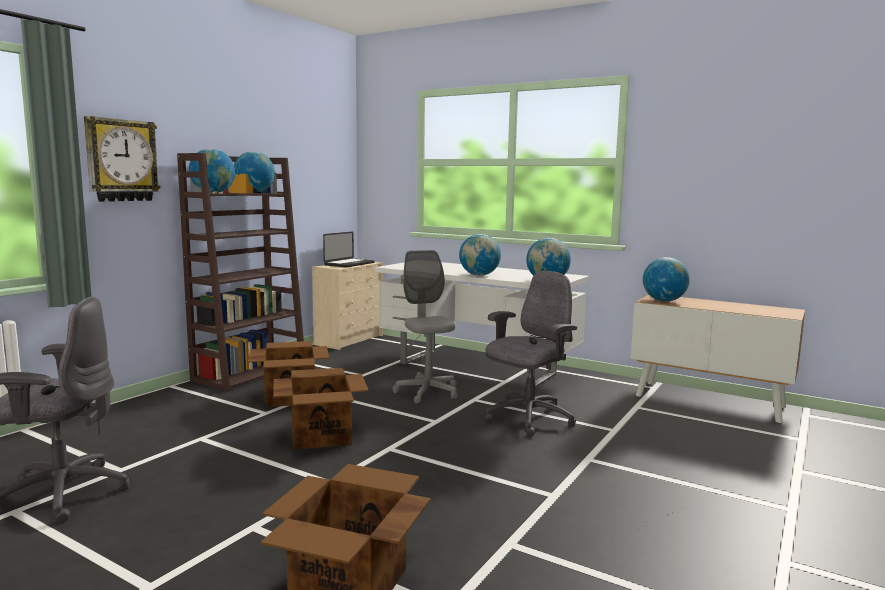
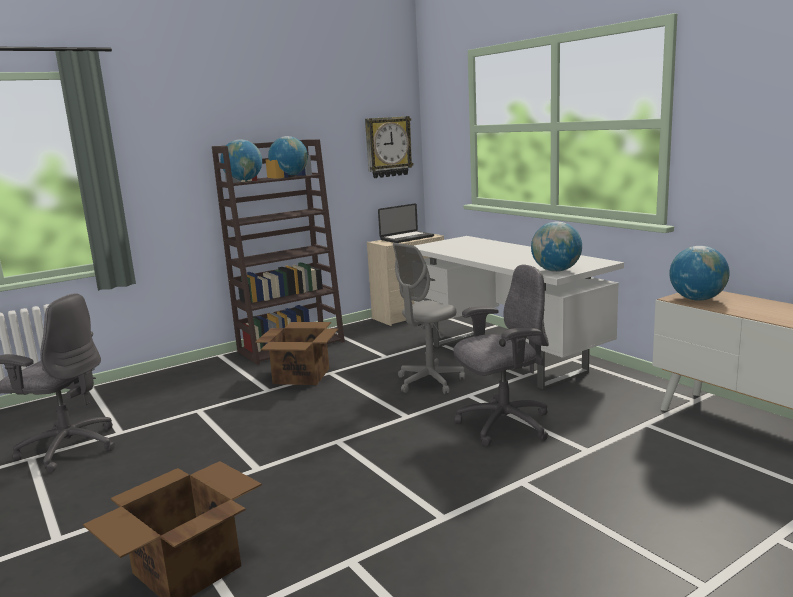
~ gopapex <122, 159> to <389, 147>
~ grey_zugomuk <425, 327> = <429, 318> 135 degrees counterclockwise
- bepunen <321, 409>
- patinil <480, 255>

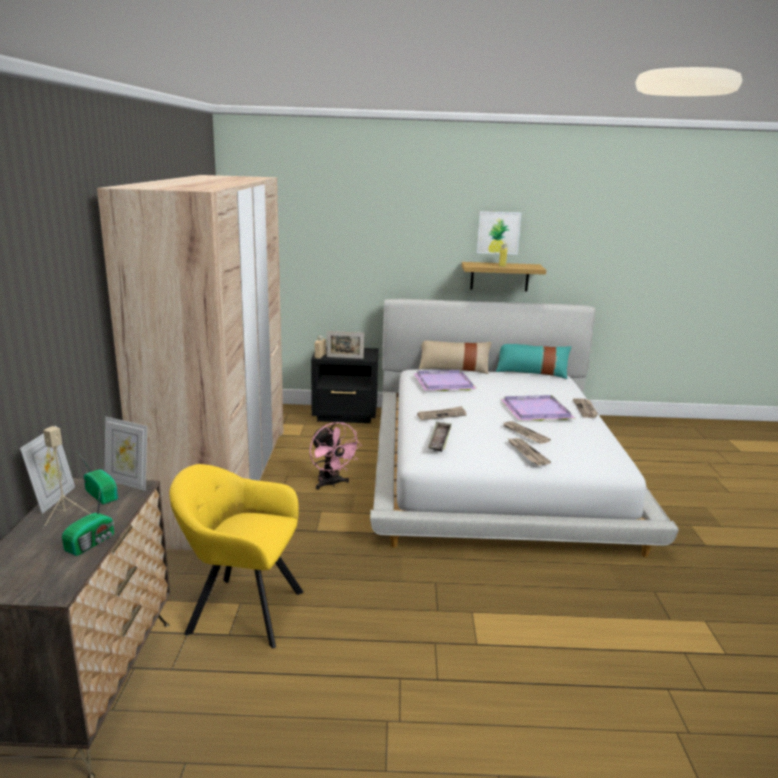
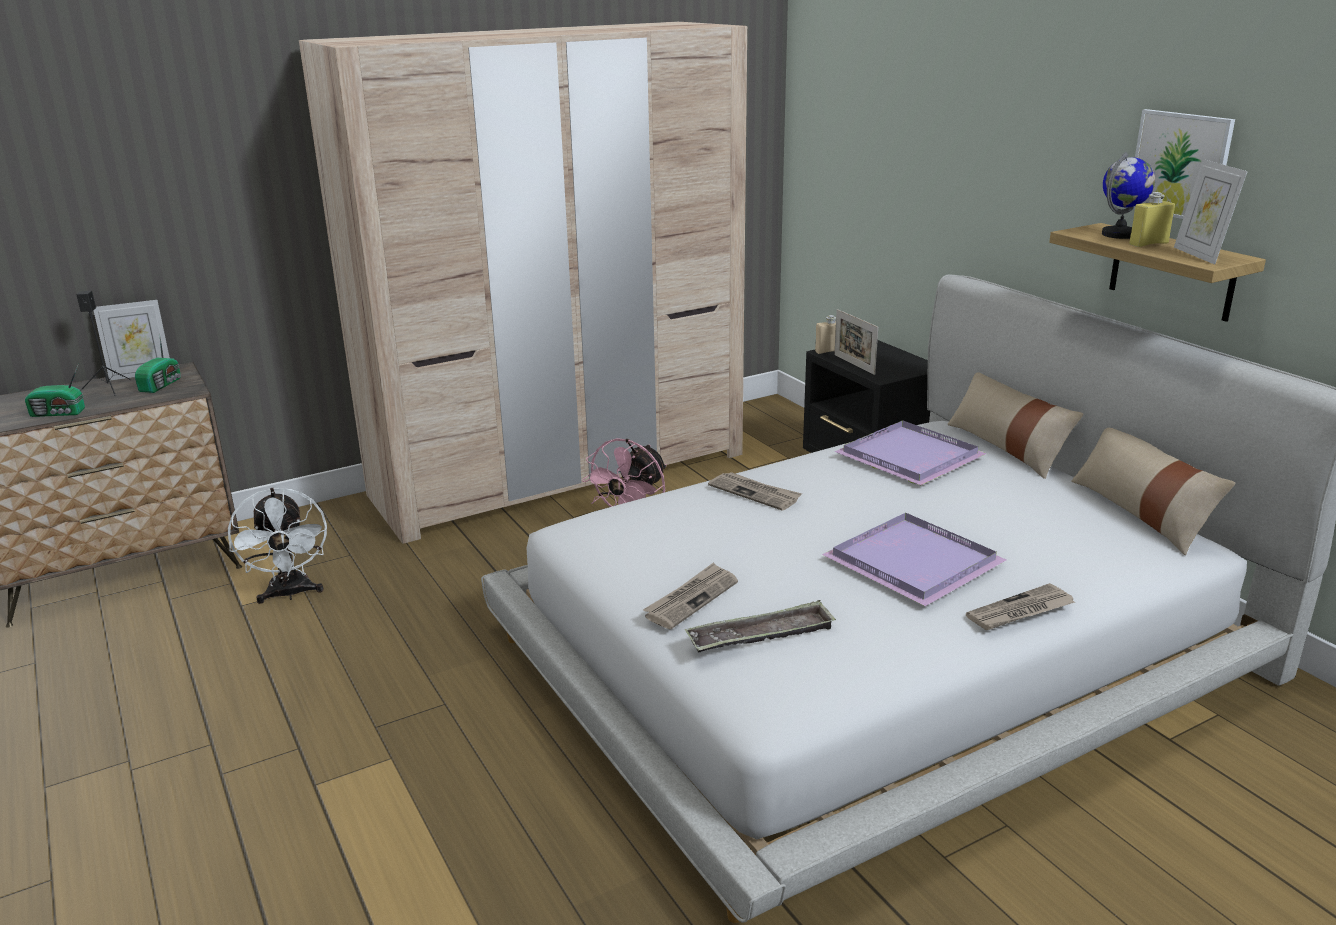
~ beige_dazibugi <67, 477> to black_dazibugi <103, 343>
~ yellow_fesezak <236, 556> to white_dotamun <277, 546>
~ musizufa <440, 436> to <760, 626>
~ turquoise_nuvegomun <533, 361> to beige_nuvegomun <1153, 491>
+ patinil <1128, 195>
~ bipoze <126, 454> to <1211, 212>
- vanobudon <527, 432>

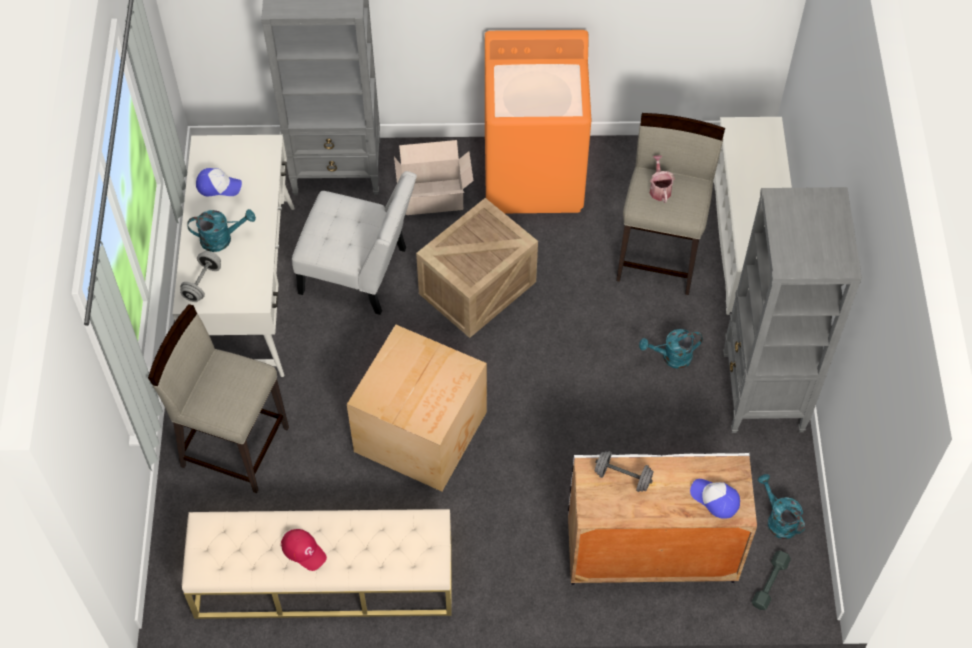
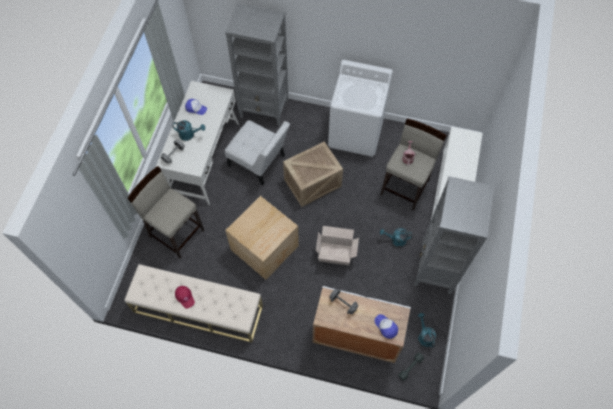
~ bepunen <433, 177> to <337, 245>
~ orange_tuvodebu <538, 121> to white_tuvodebu <360, 108>

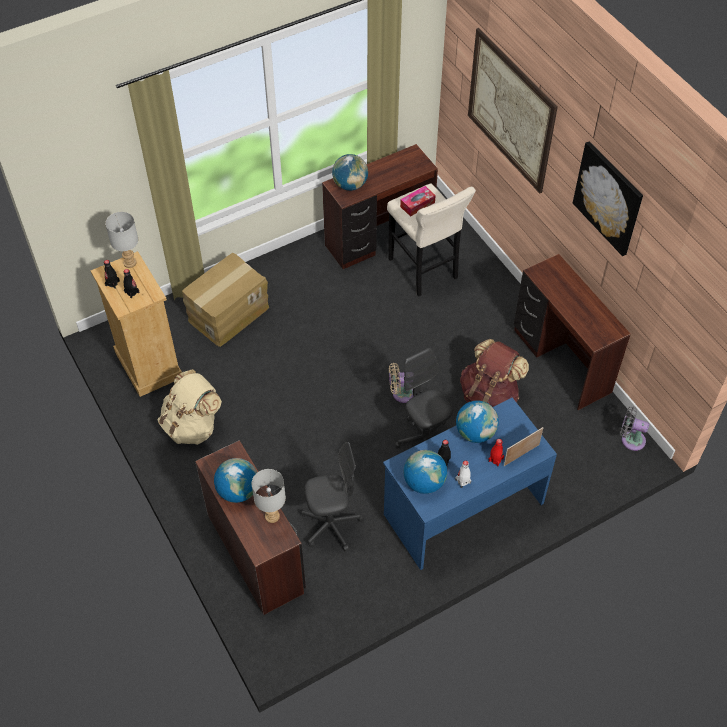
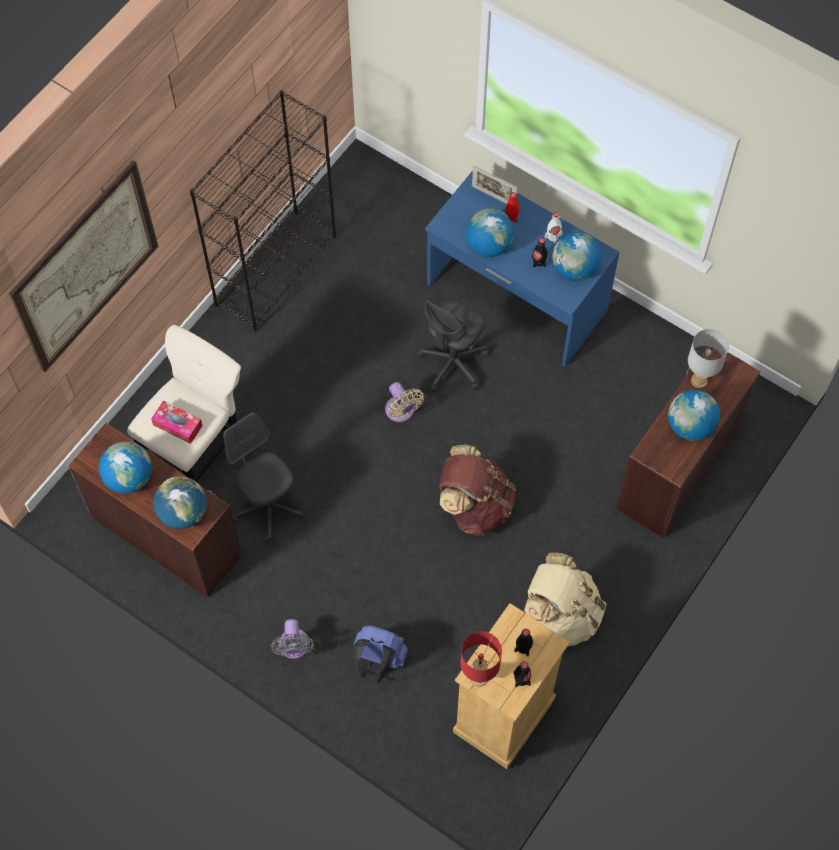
+ patinil <125, 467>
~ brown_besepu <572, 332> to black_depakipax <263, 210>
~ grey_zugomuk <332, 496> to <264, 477>
~ grey_dotamun <634, 428> to <292, 639>
~ bepunen <225, 300> to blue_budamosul <380, 654>
~ brown_budamosul <494, 373> to <477, 490>
~ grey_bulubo <122, 240> to red_bulubo <481, 659>
- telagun <608, 198>

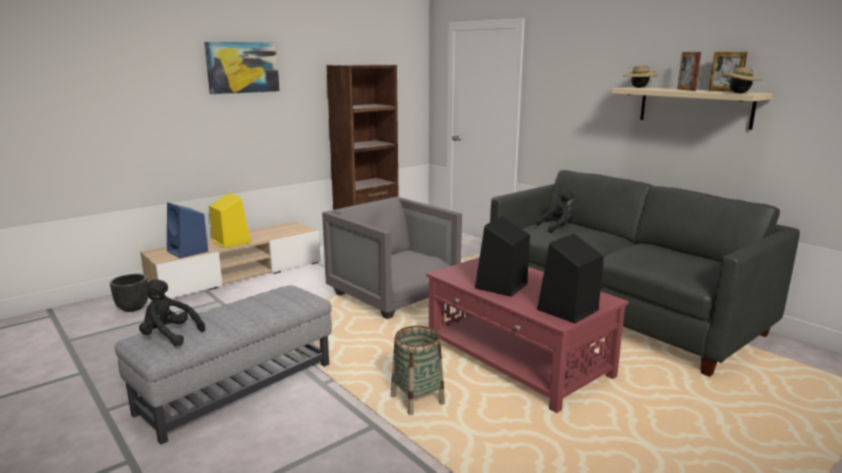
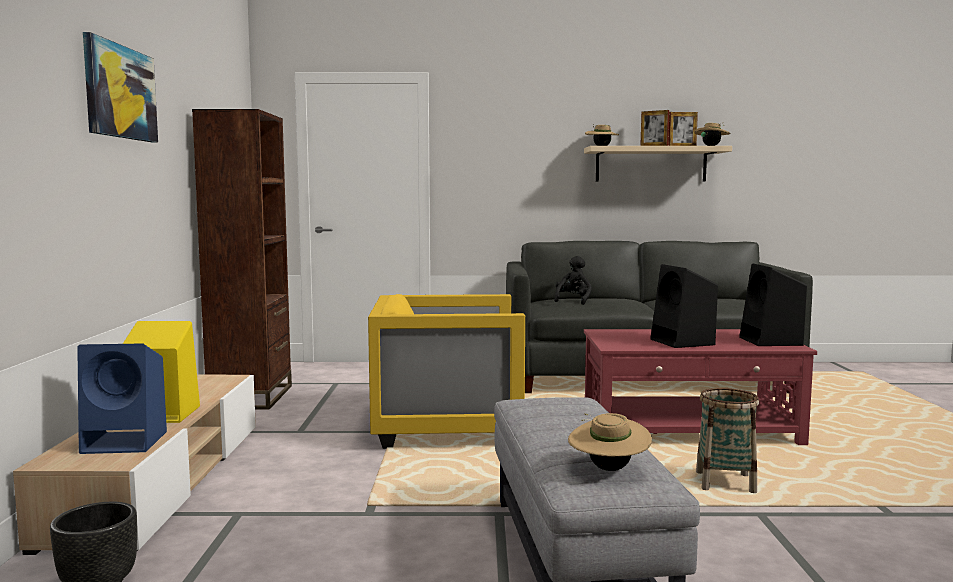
~ grey_fesezak <392, 258> to yellow_fesezak <446, 371>
~ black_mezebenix <172, 312> to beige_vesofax <610, 442>

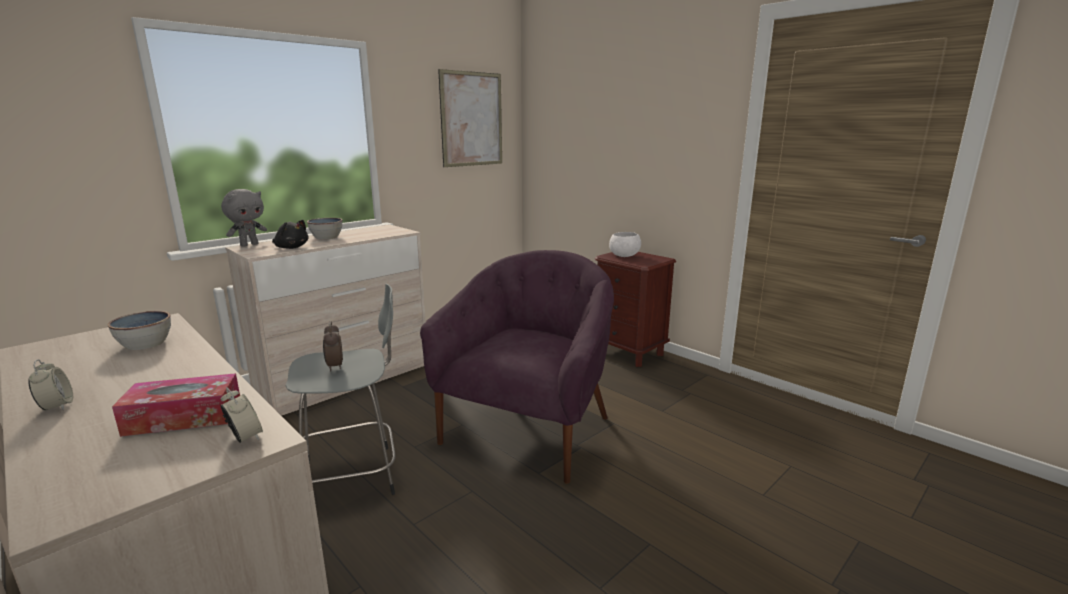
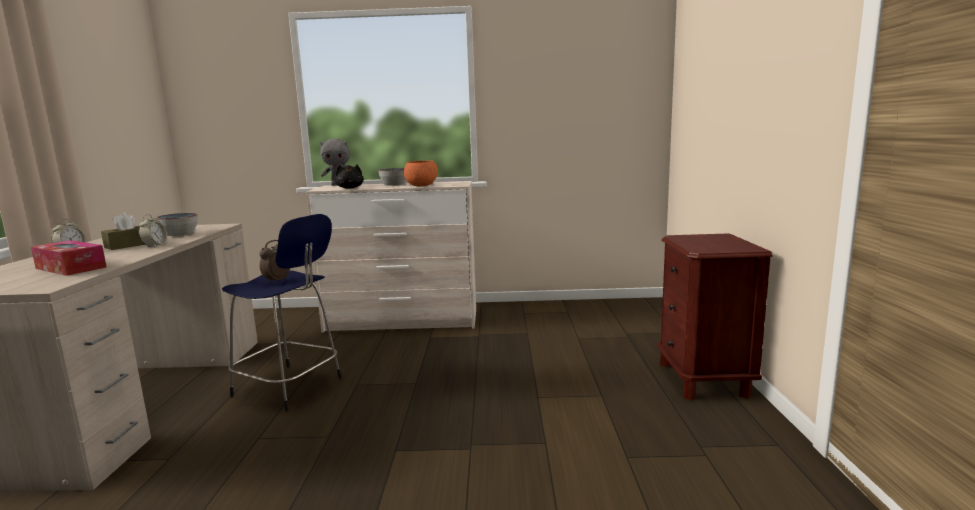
+ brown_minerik <123, 231>
~ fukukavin <241, 415> to <153, 231>
~ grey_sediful <341, 389> to blue_sediful <282, 312>
+ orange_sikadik <421, 173>
- purple_fesezak <517, 367>
- telagun <470, 118>
- white_sikadik <625, 244>

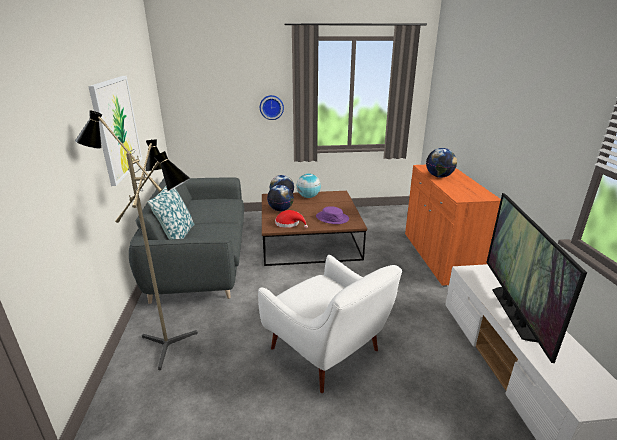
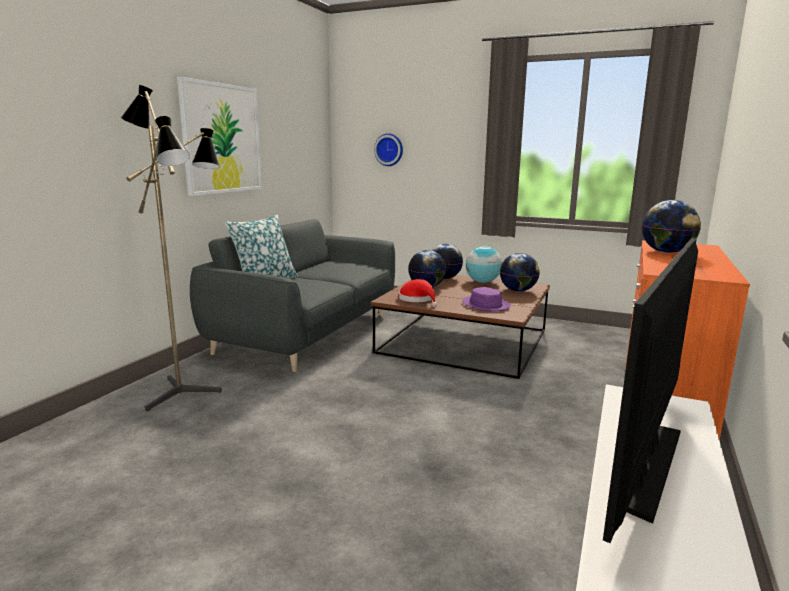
~ gopapex <272, 107> to <388, 149>
+ patinil <520, 272>
- white_fesezak <330, 324>

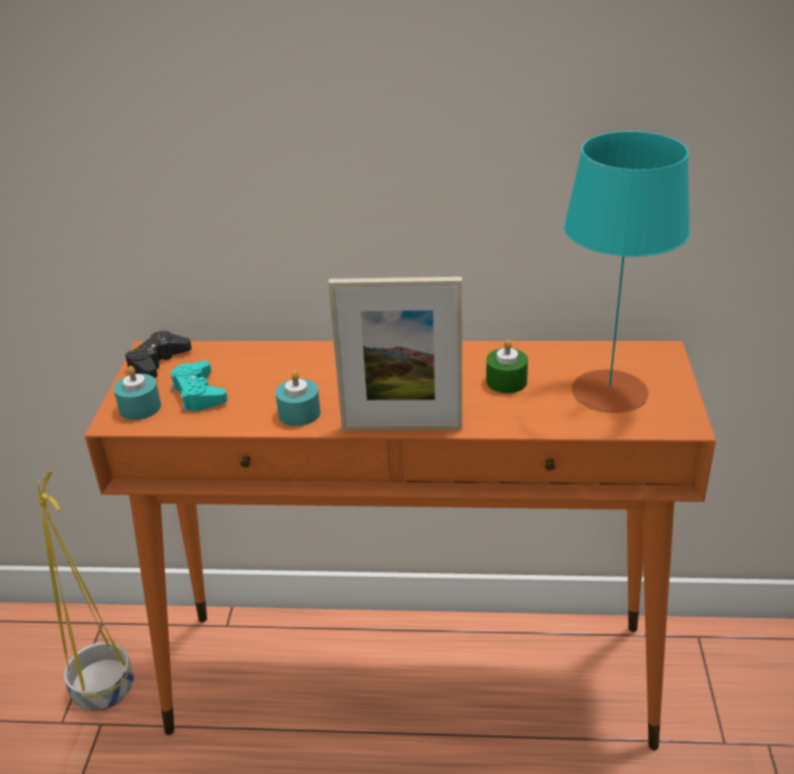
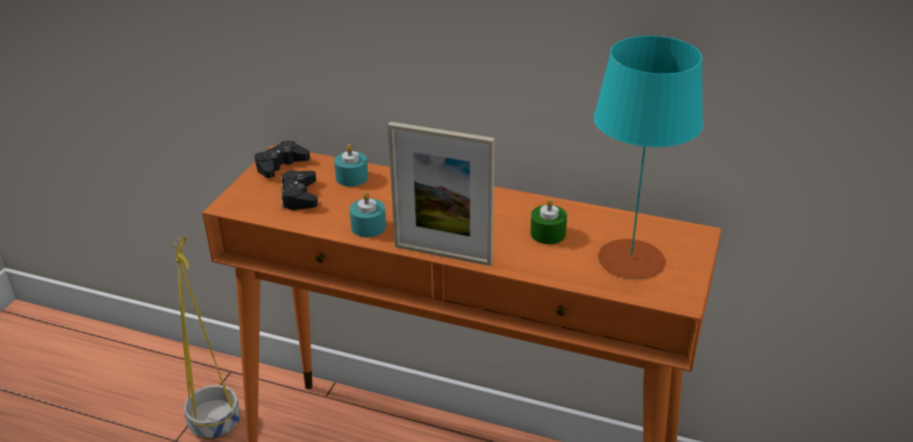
~ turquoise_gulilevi <199, 386> to black_gulilevi <299, 190>
~ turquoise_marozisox <137, 393> to <351, 165>

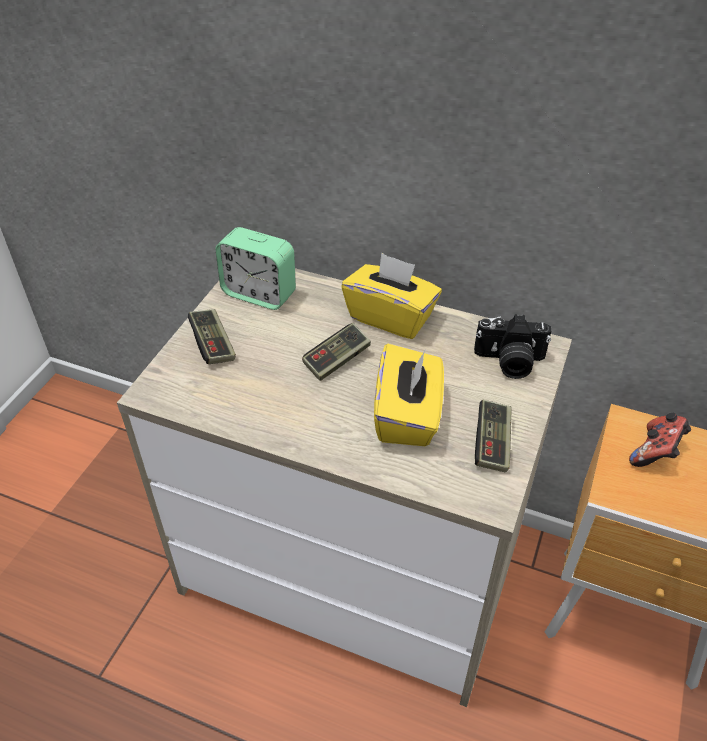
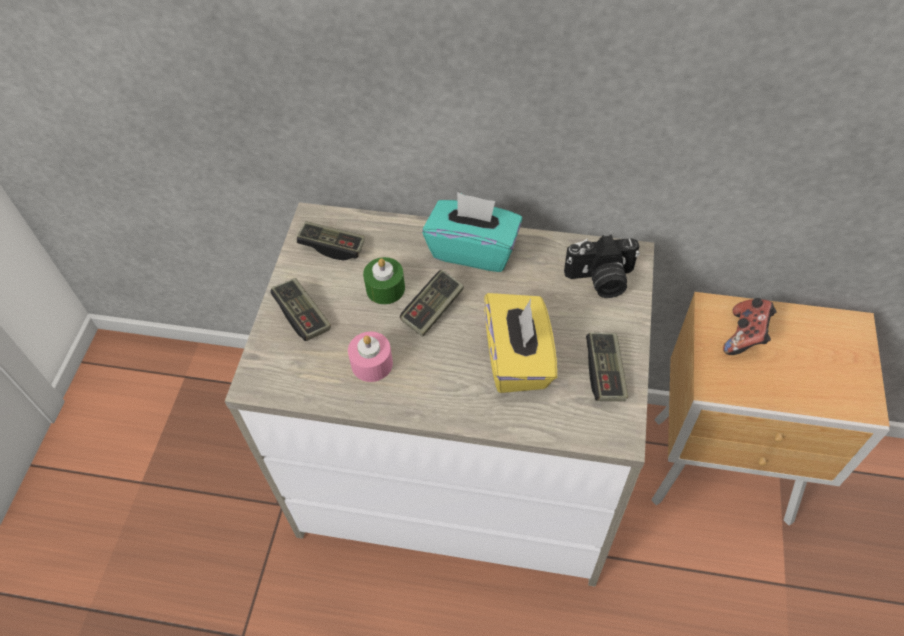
~ fukukavin <255, 268> to gulilevi <331, 241>
+ pink_marozisox <370, 357>
+ green_marozisox <384, 281>
~ yellow_minerik <392, 295> to turquoise_minerik <472, 232>

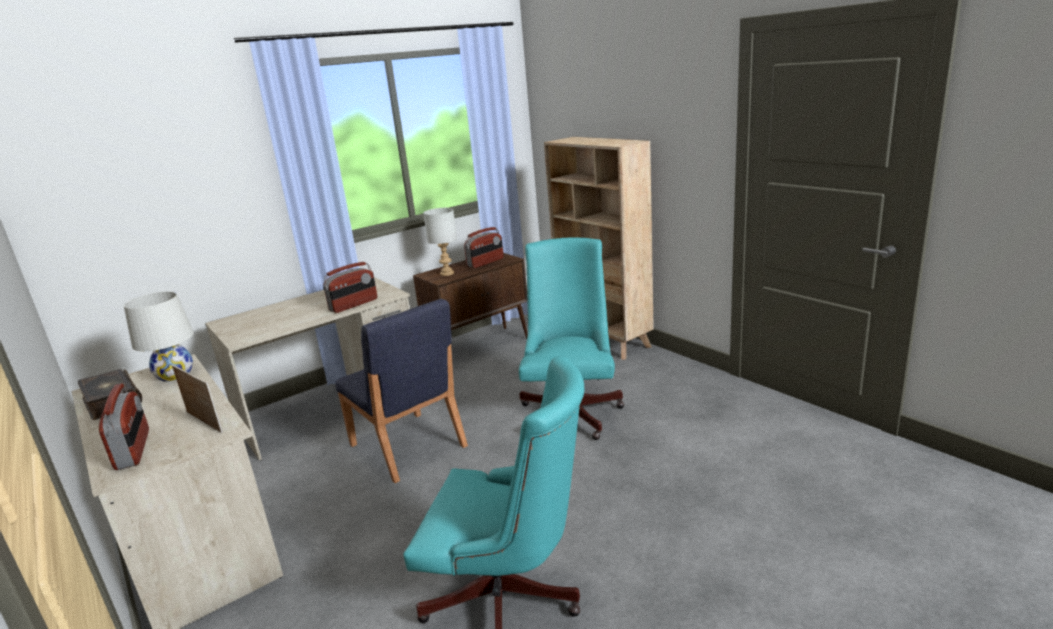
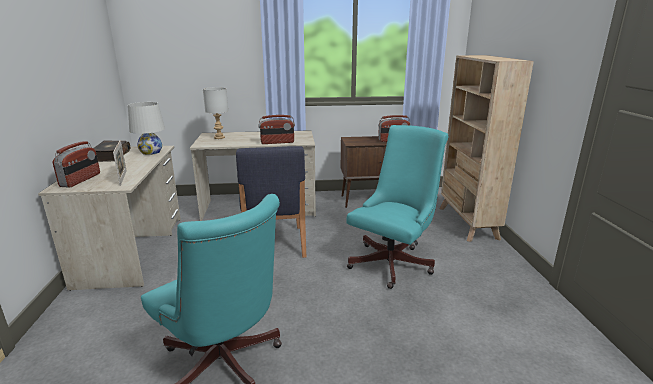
~ grey_bulubo <440, 242> to <215, 113>

